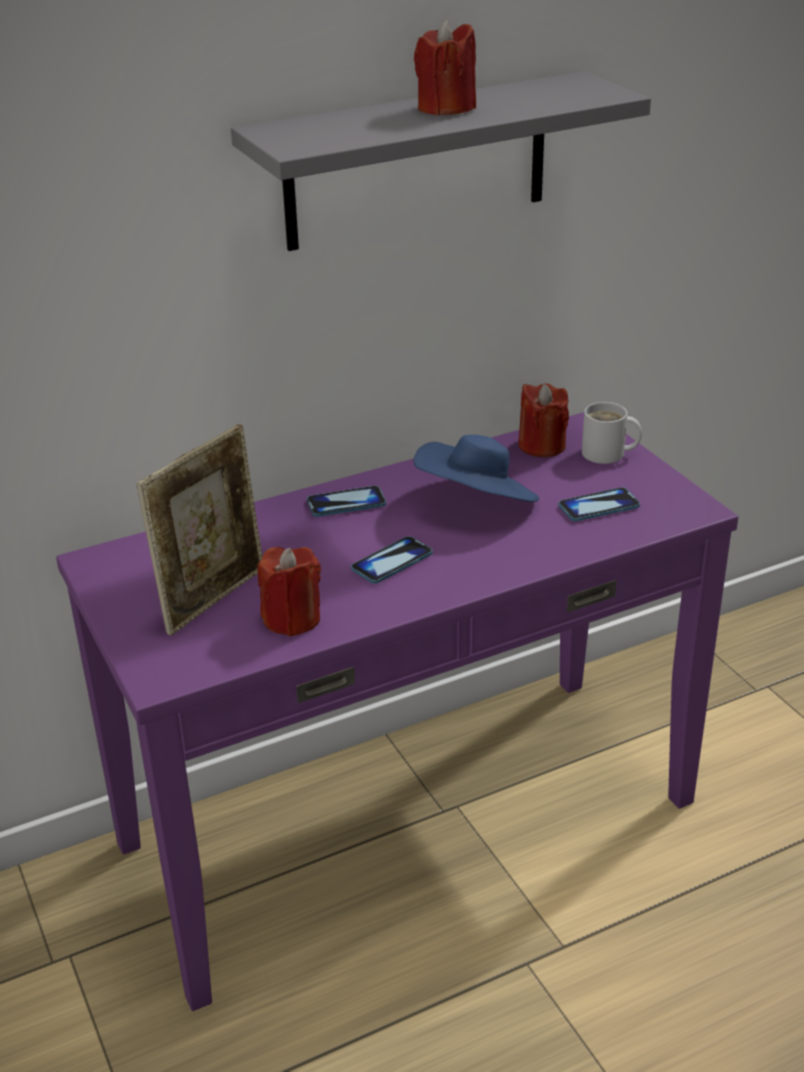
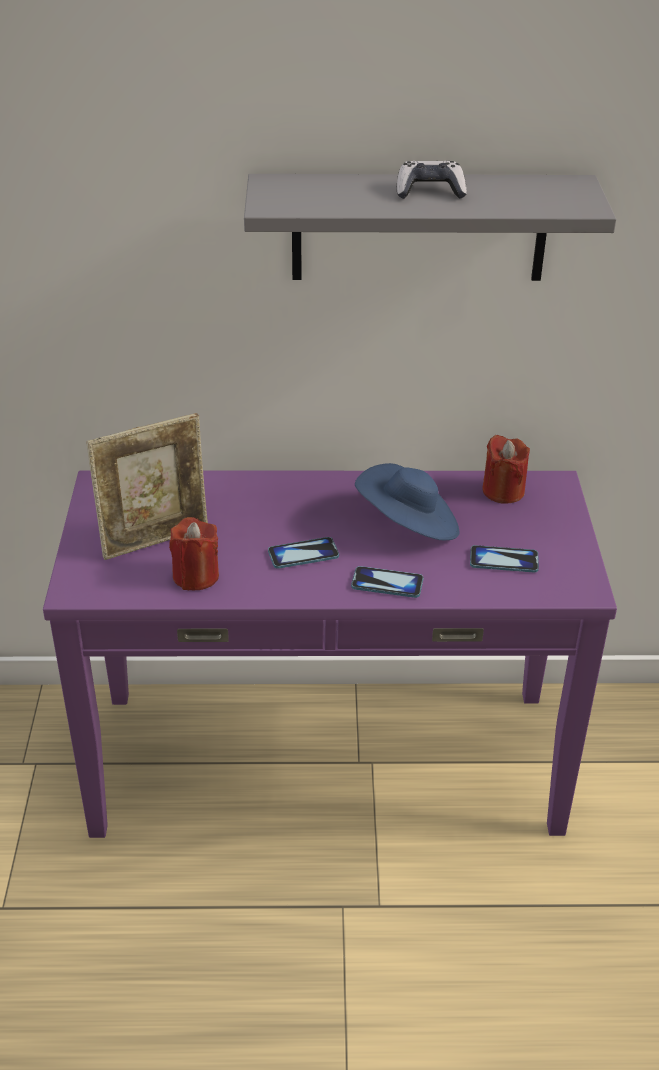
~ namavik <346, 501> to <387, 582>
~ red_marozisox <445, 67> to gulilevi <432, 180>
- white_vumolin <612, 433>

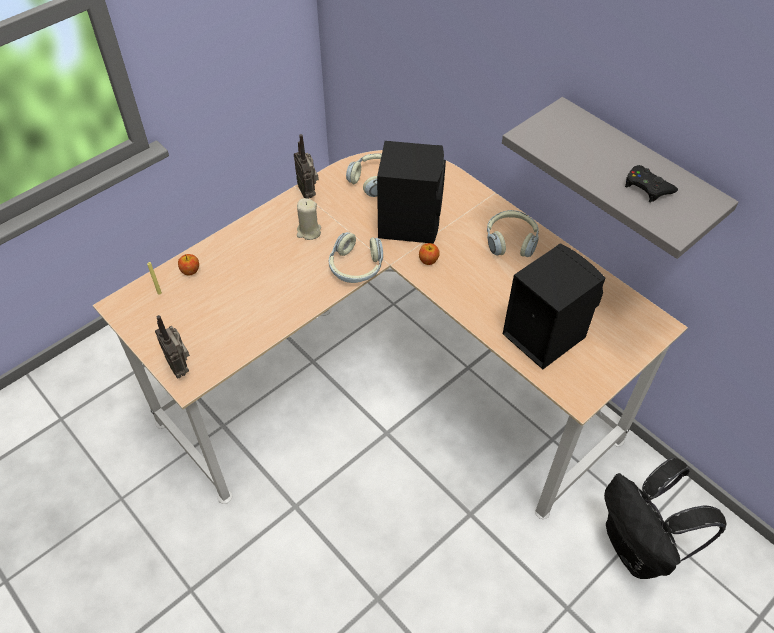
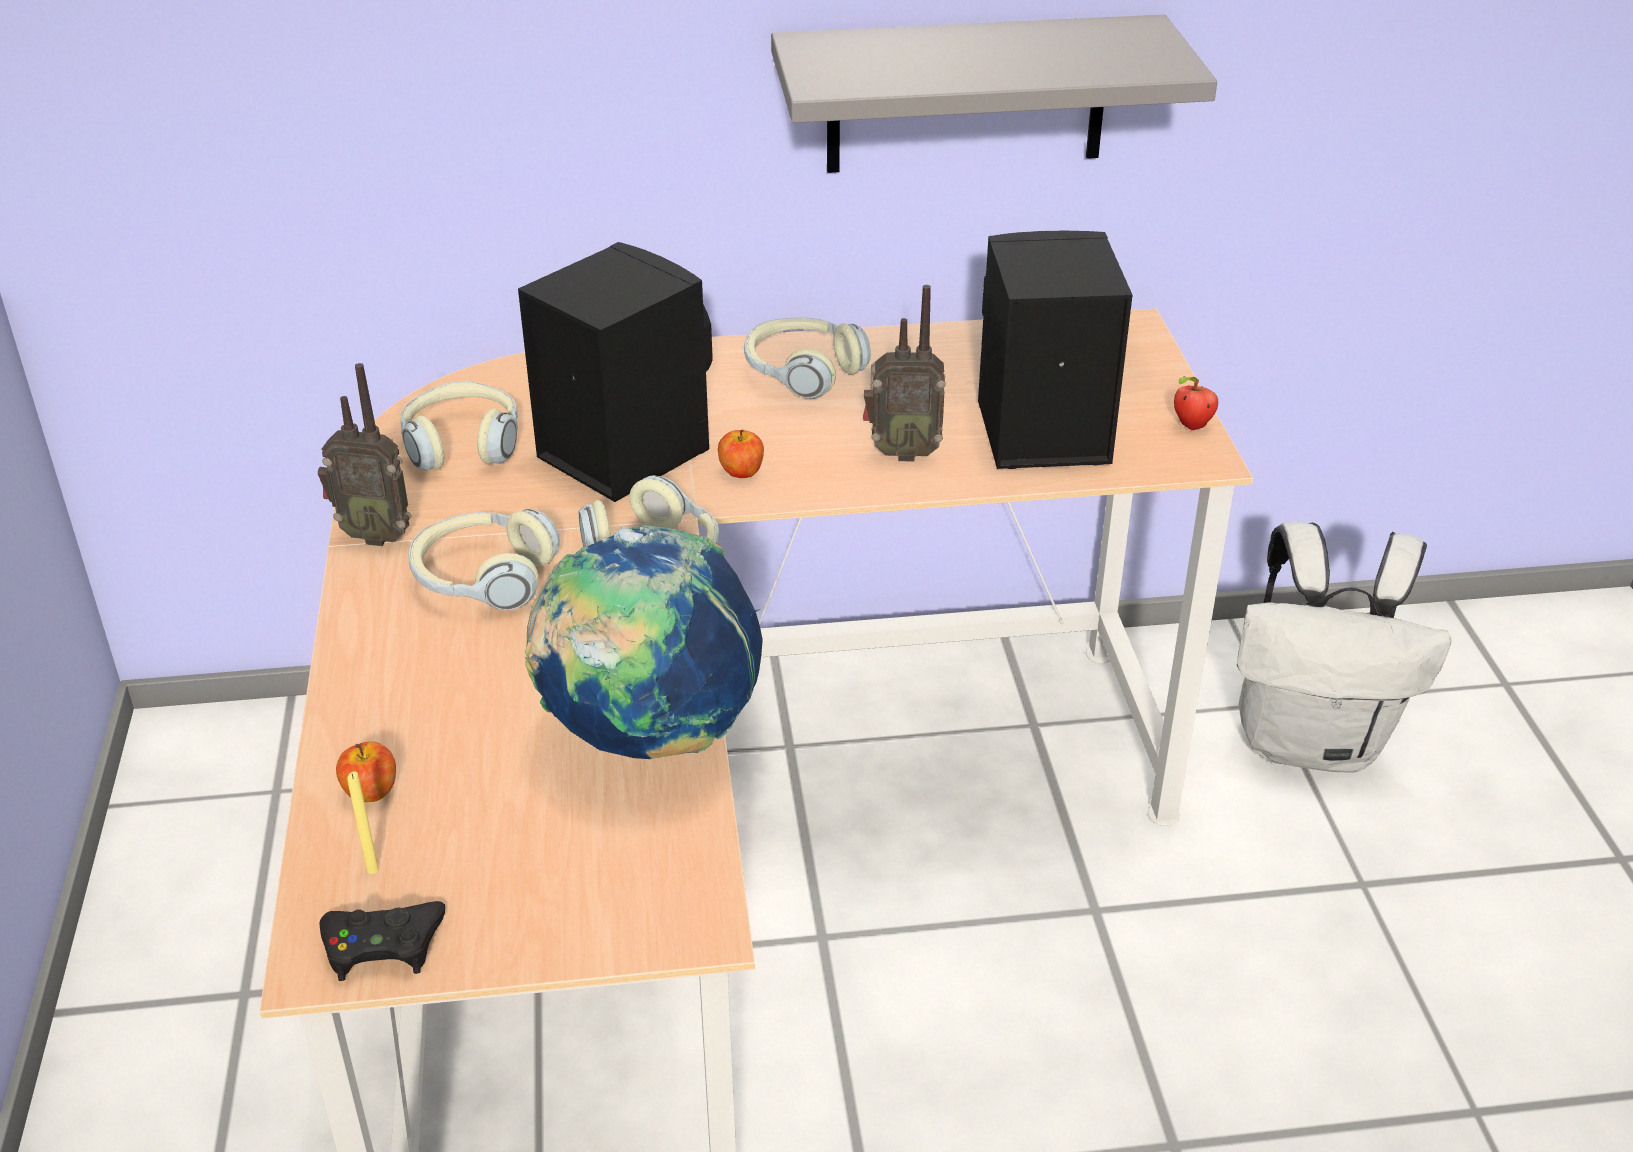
~ black_gulilevi <651, 184> to <382, 941>
~ beige_marozisox <309, 219> to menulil <484, 559>
+ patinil <644, 642>
~ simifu <172, 346> to <904, 373>
+ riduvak <1196, 403>
~ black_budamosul <665, 518> to white_budamosul <1344, 647>

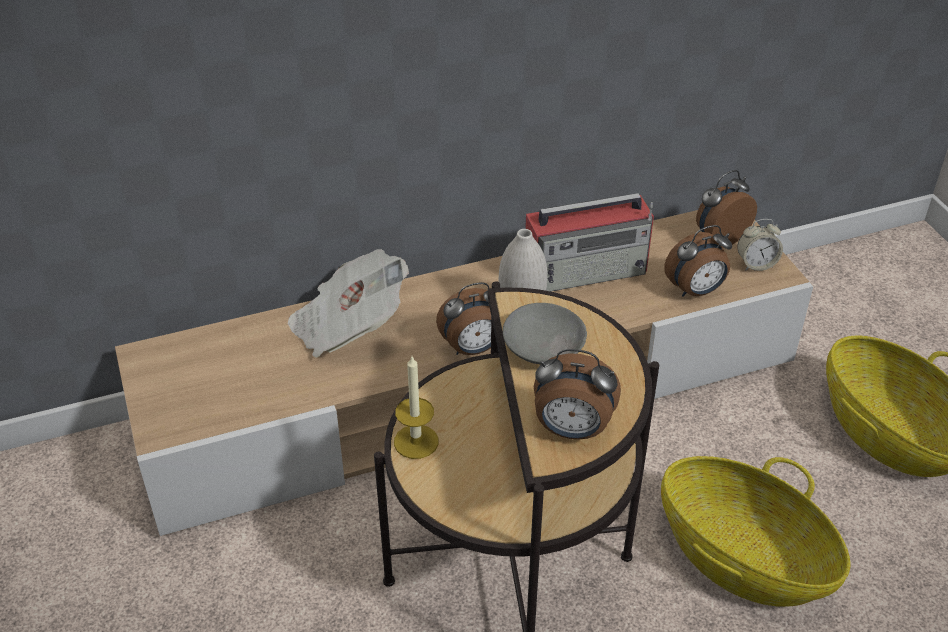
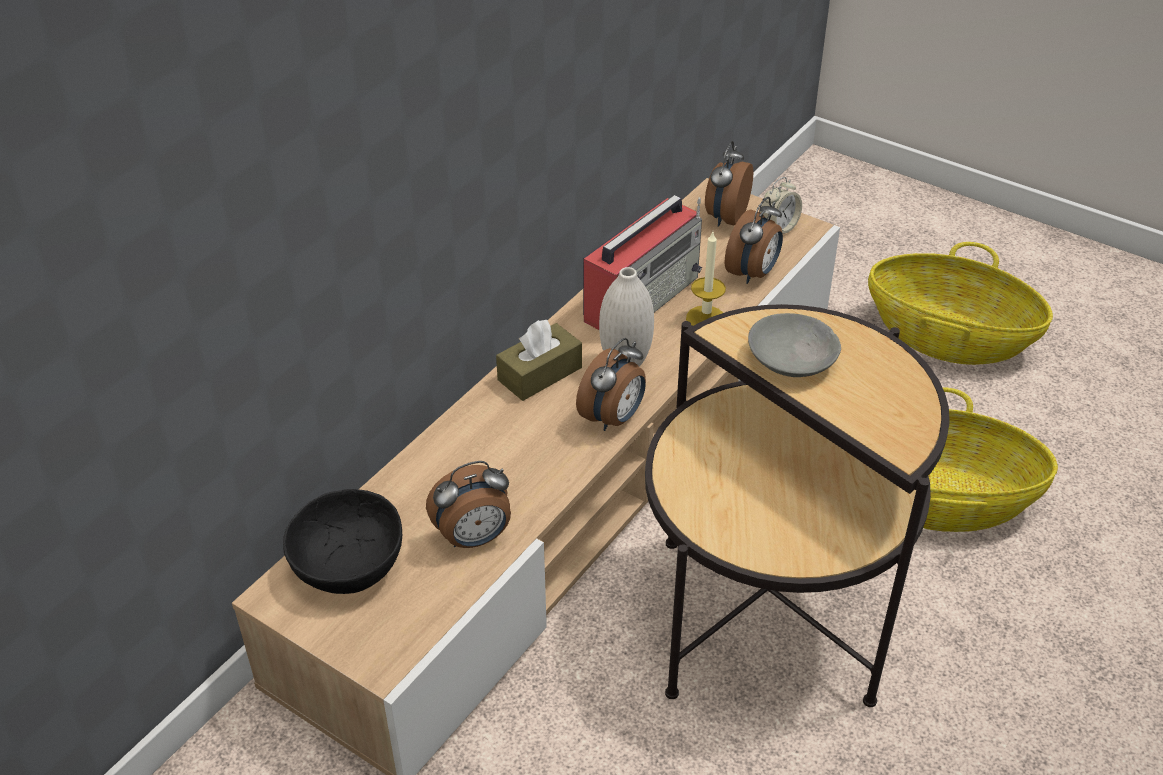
+ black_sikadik <342, 541>
~ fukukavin <577, 394> to <468, 504>
+ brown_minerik <539, 360>
~ marozisox <416, 407> to <706, 279>
- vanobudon <348, 303>

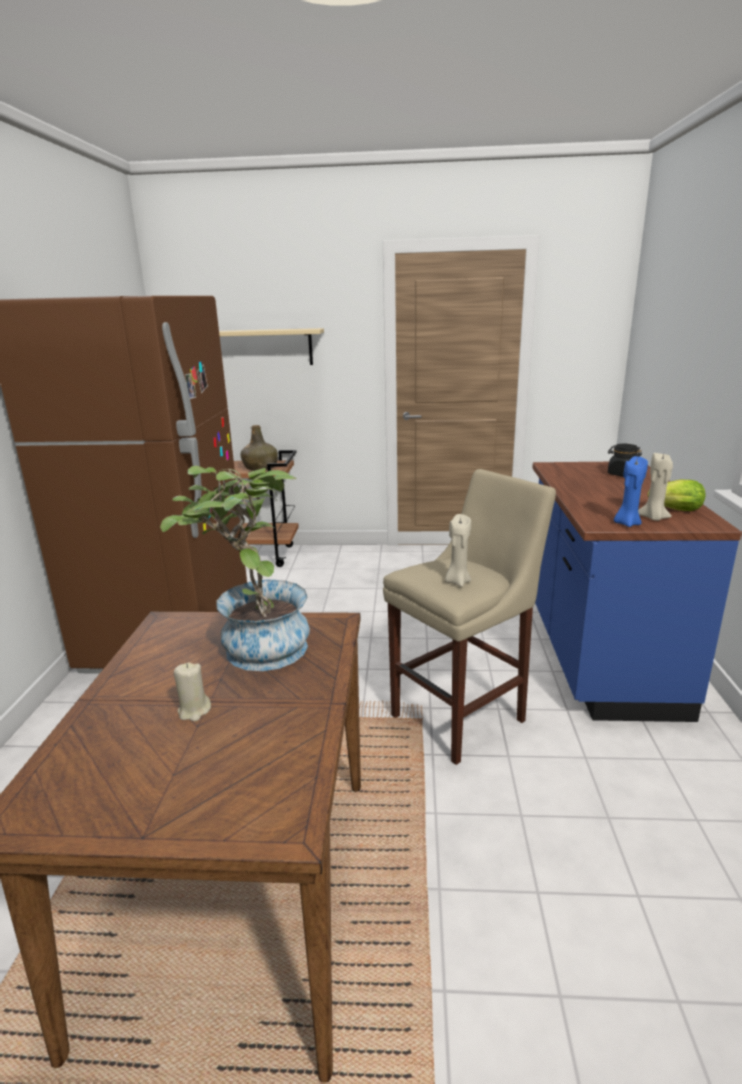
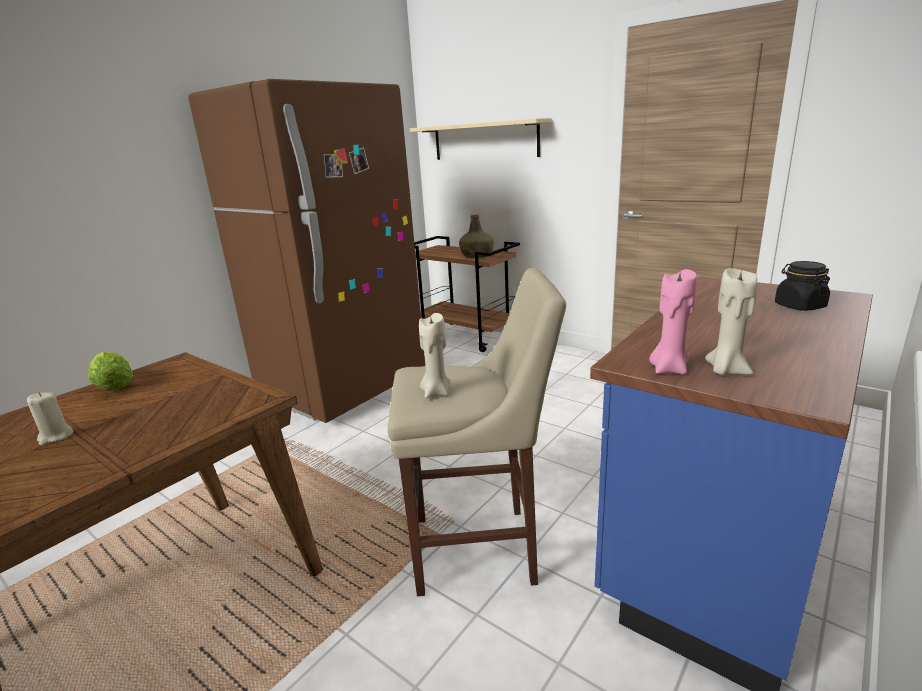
~ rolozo <677, 495> to <110, 371>
~ blue_marozisox <631, 491> to pink_marozisox <673, 322>
- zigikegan <235, 568>

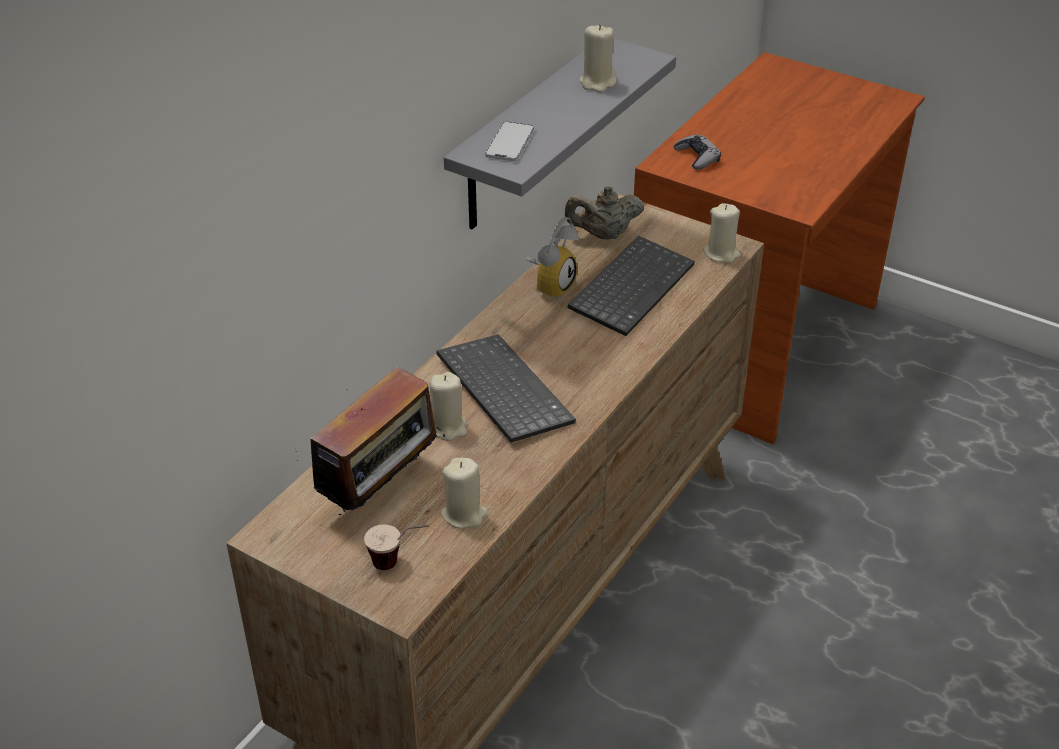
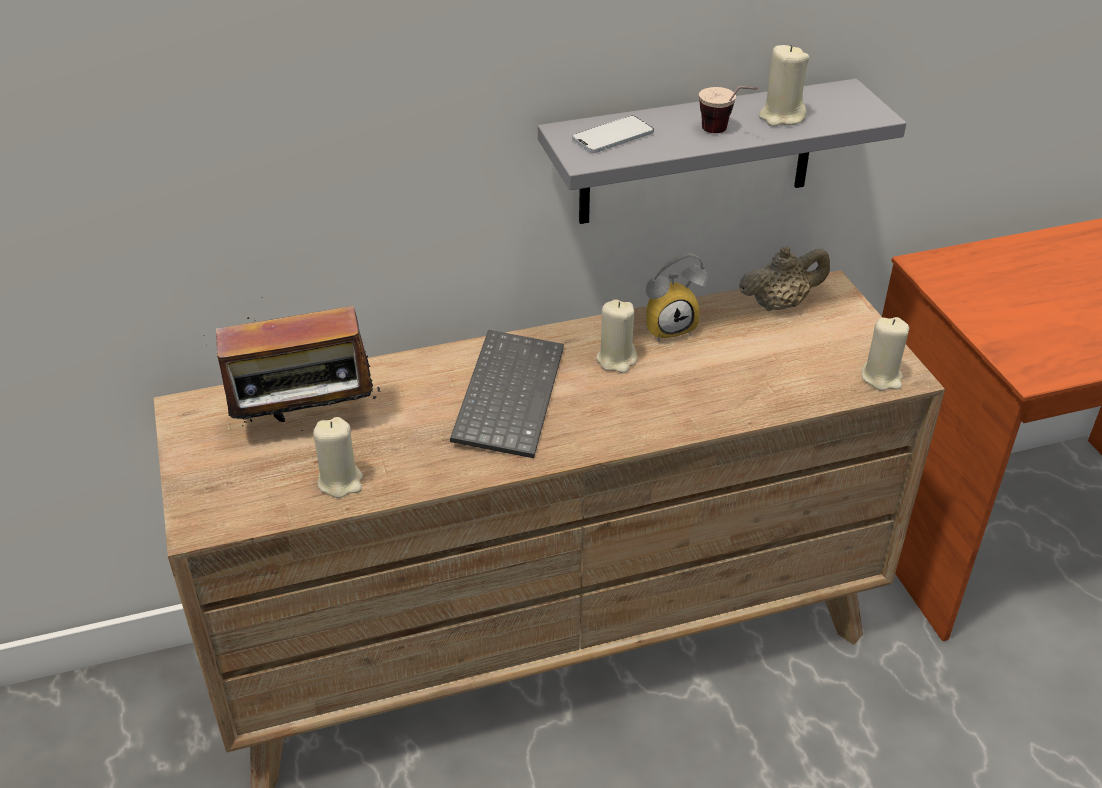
~ beige_marozisox <448, 406> to <616, 336>
~ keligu <396, 547> to <728, 109>
~ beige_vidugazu <605, 213> = <784, 278> 135 degrees clockwise
- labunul <631, 286>
- grey_gulilevi <697, 152>

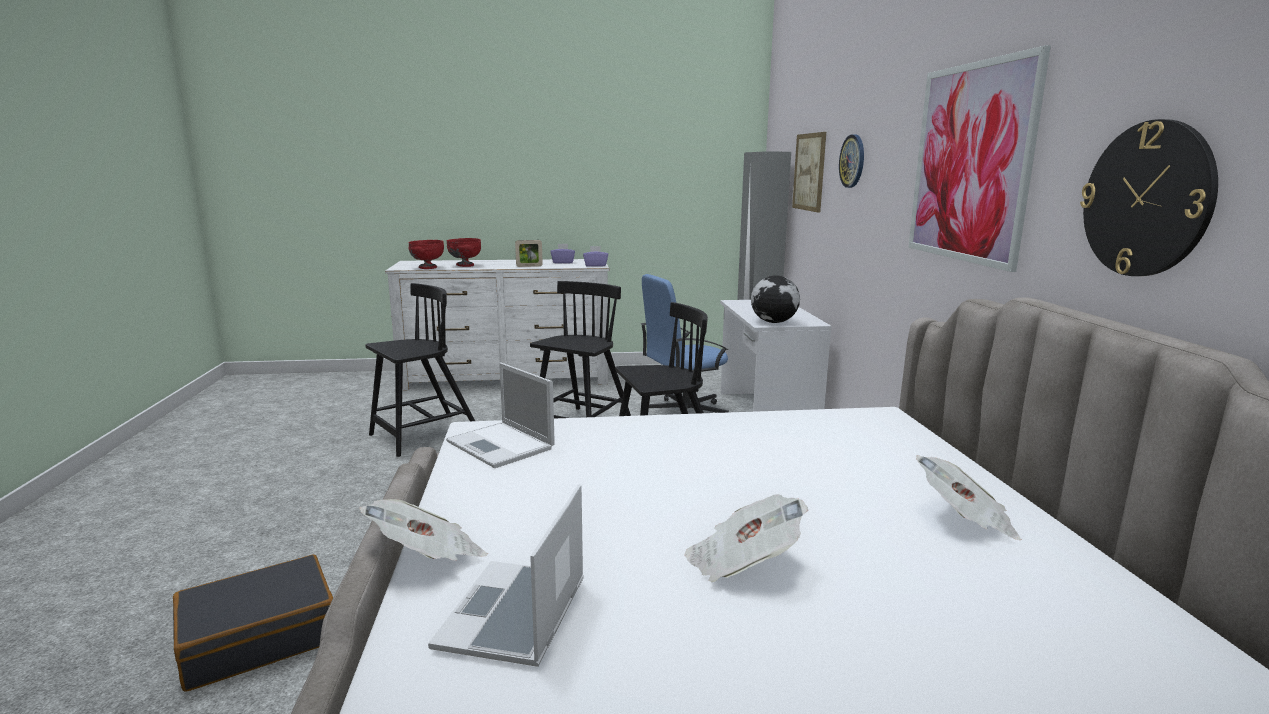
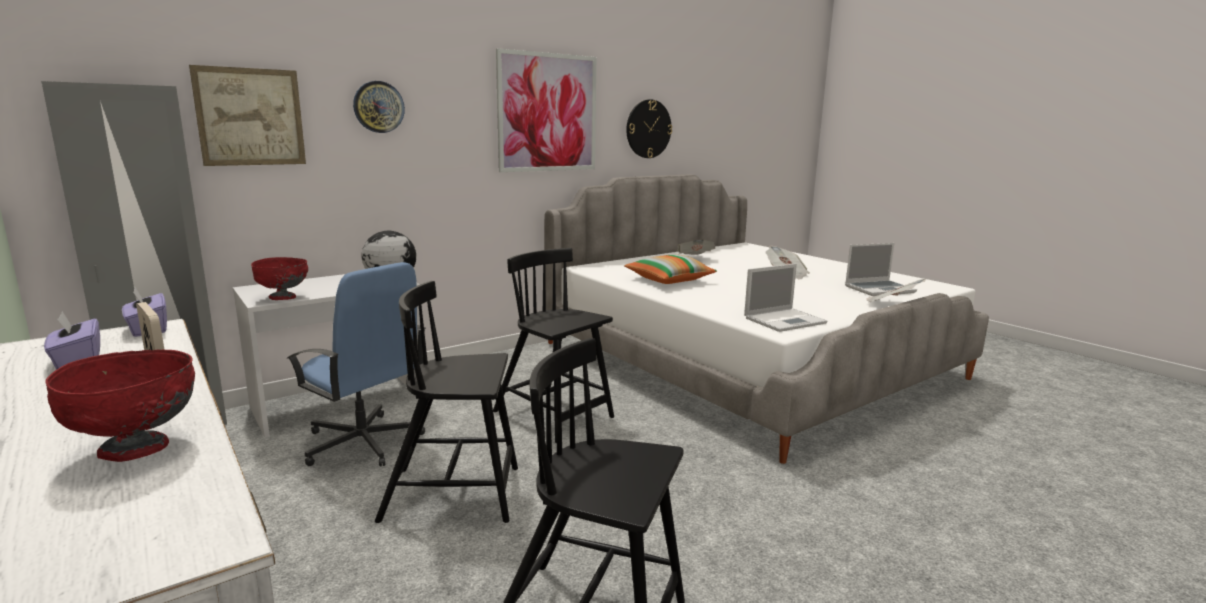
~ red_sikadik <426, 254> to <279, 278>
+ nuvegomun <670, 269>
~ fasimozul <500, 415> = <785, 298> 45 degrees clockwise
- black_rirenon <253, 623>

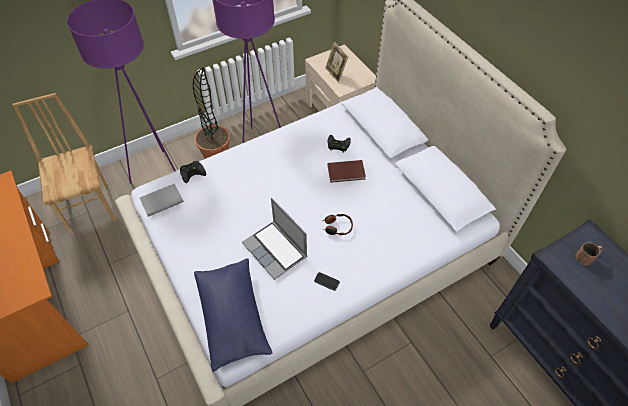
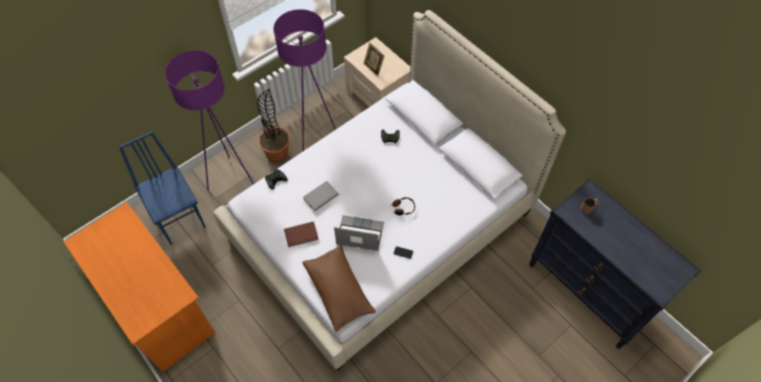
~ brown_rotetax <64, 164> to blue_rotetax <162, 188>
~ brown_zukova <346, 171> to <301, 234>
~ blue_nuvegomun <233, 315> to brown_nuvegomun <339, 288>
~ grey_zukova <162, 200> to <321, 196>
~ fasimozul <275, 239> = <359, 233> 150 degrees clockwise

